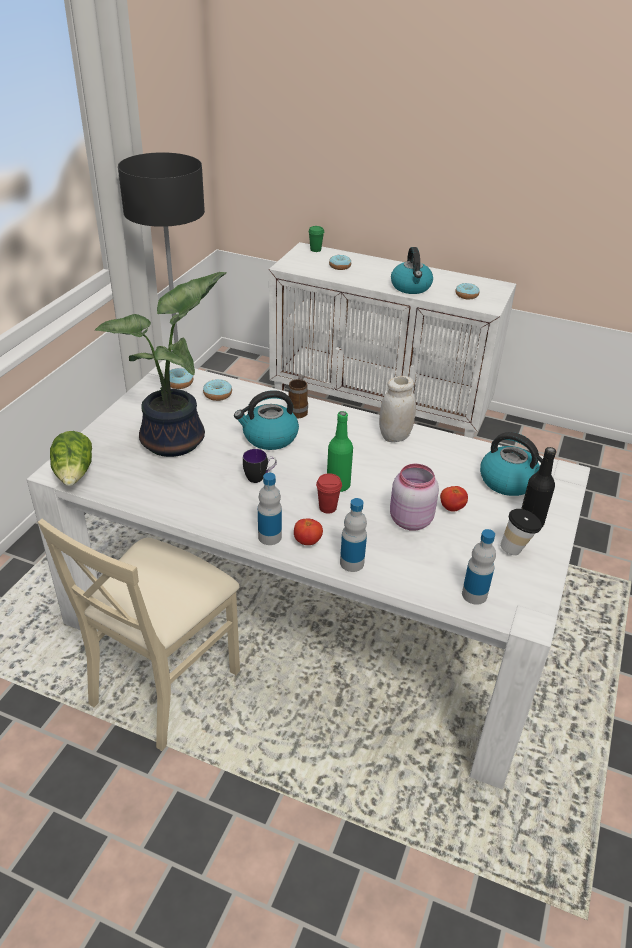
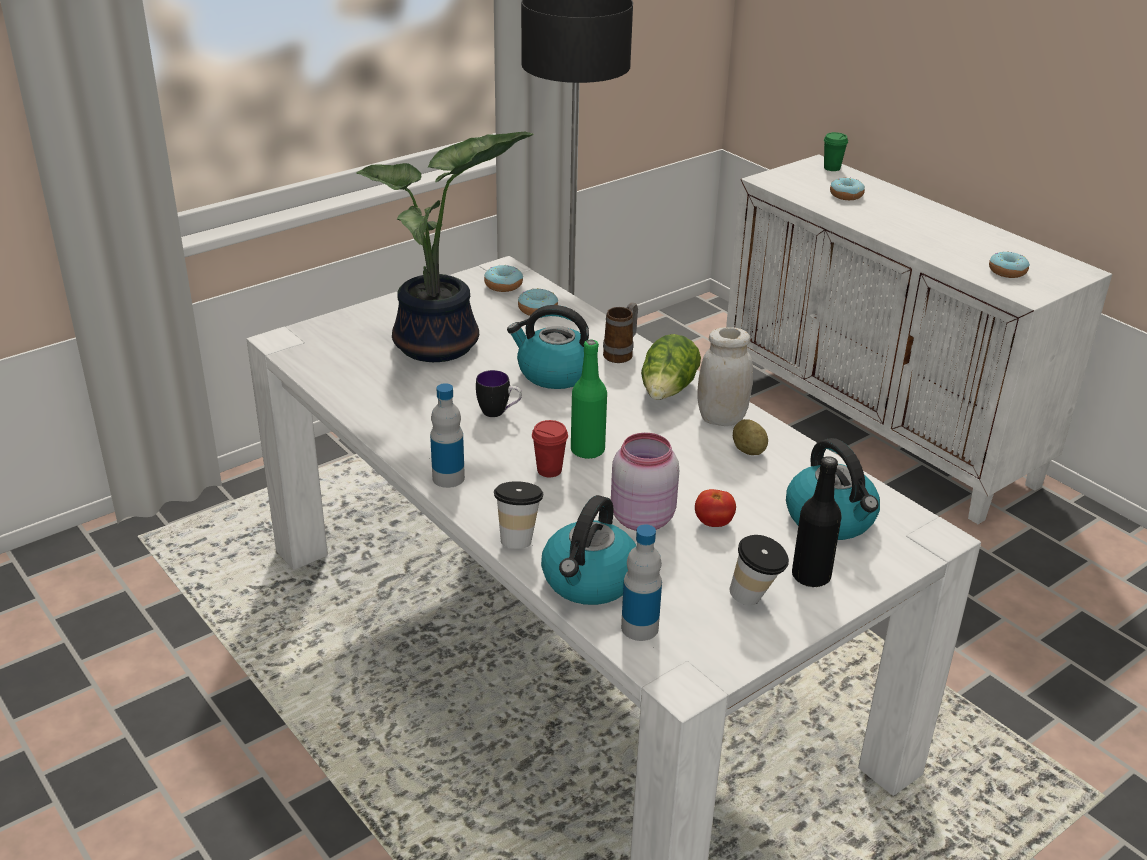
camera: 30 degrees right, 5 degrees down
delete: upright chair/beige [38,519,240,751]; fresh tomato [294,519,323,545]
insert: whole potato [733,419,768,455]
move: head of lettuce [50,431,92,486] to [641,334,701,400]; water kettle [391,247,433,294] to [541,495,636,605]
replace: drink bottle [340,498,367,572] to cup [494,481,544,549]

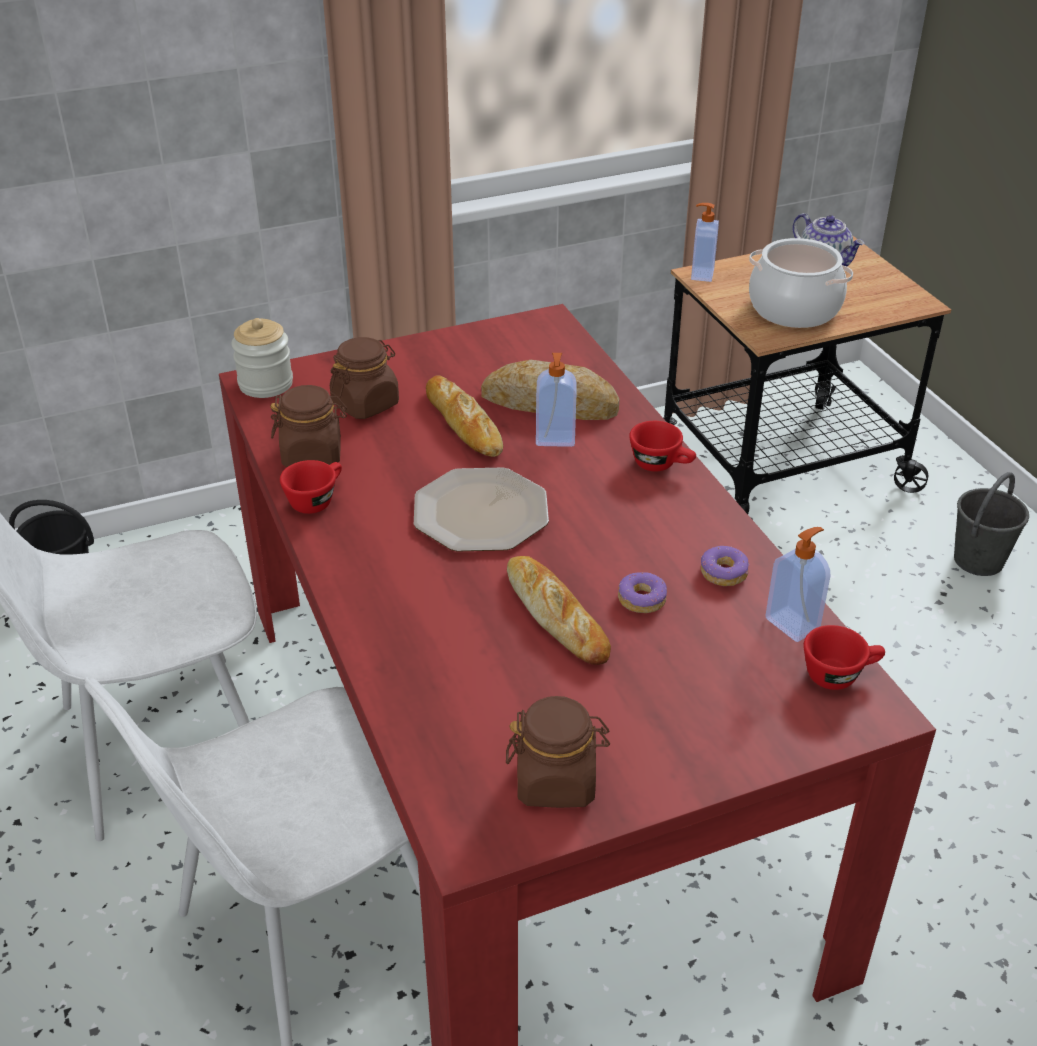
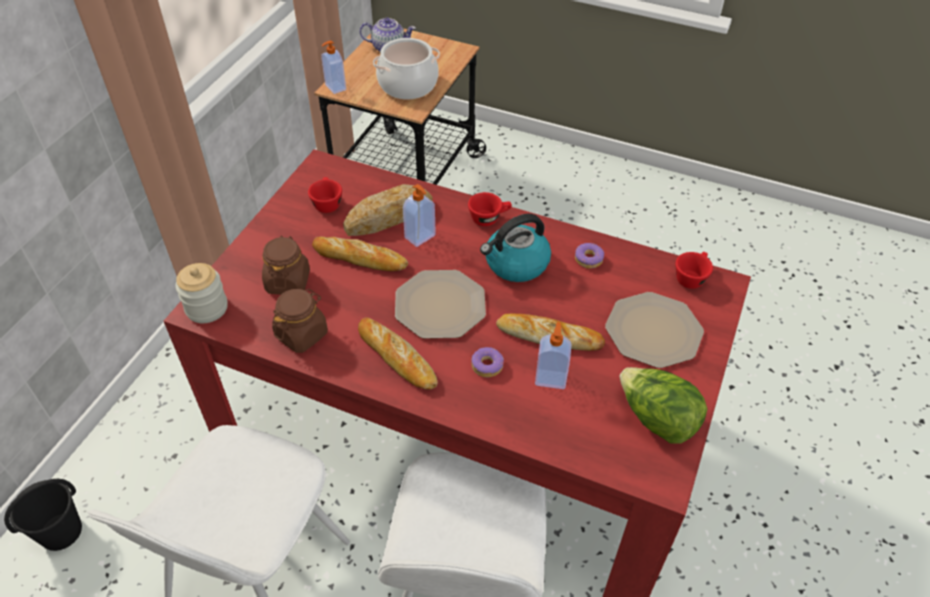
camera: 45 degrees left, 10 degrees up
delete: bucket/greyish [954,472,1029,576]
insert: baked bread [358,317,438,390]; water kettle [480,214,551,282]; flat dish [605,292,704,368]
move: cup/red-coloured [280,460,342,514] to [308,177,342,213]; doughnut [618,572,667,613] to [471,347,504,377]; liquid soap bottle [765,527,830,642] to [535,322,572,389]
replace: jar/brownish [506,696,610,808] to head of lettuce [620,367,707,444]

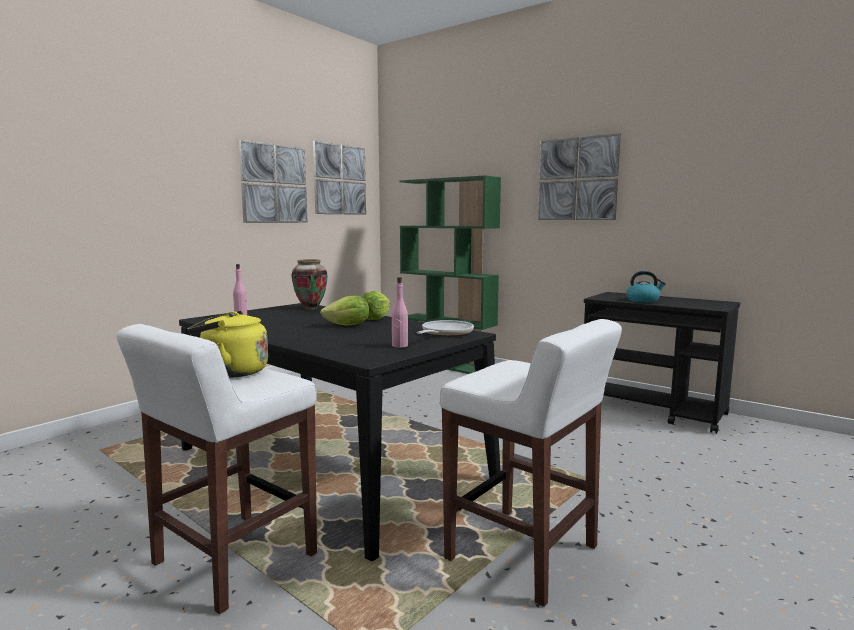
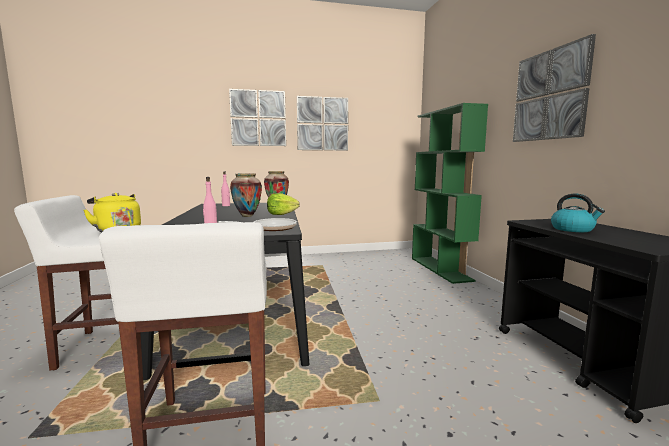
camera: 40 degrees right, 0 degrees up
move: wall art [313,141,366,215] to [229,89,286,146]
replace: head of lettuce [320,295,369,326] to decorative vase [230,173,262,217]

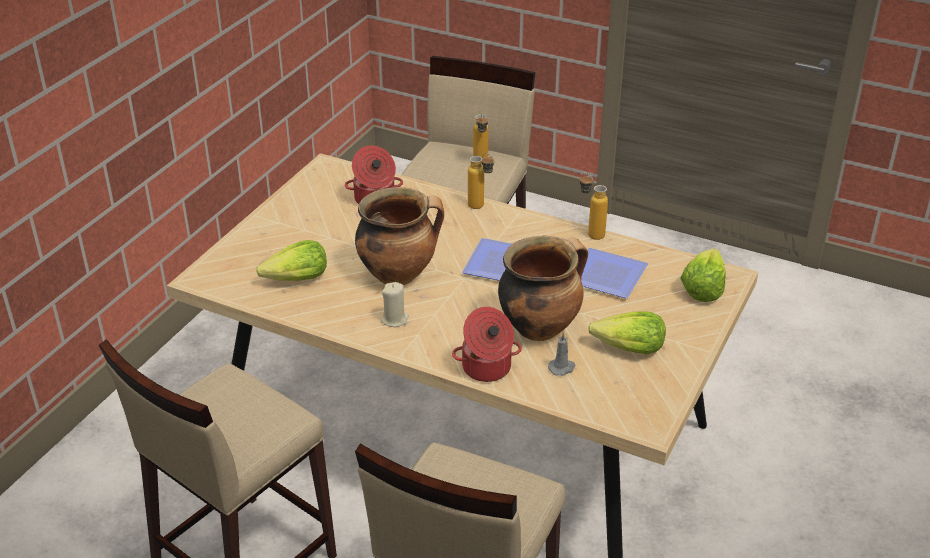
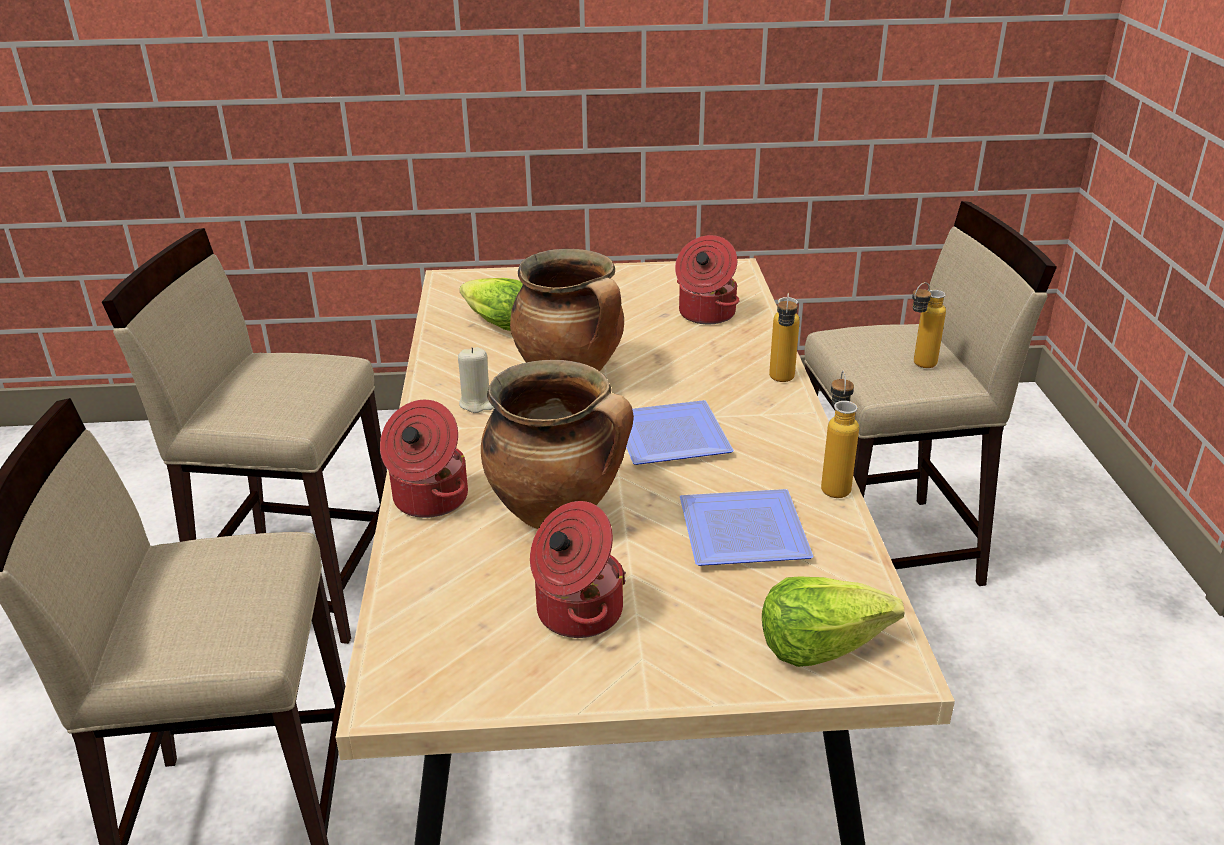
camera: 60 degrees right, 5 degrees down
delete: wax light/greyish [548,332,575,376]
replace: head of lettuce [588,311,666,354] to stockpot [530,501,626,638]

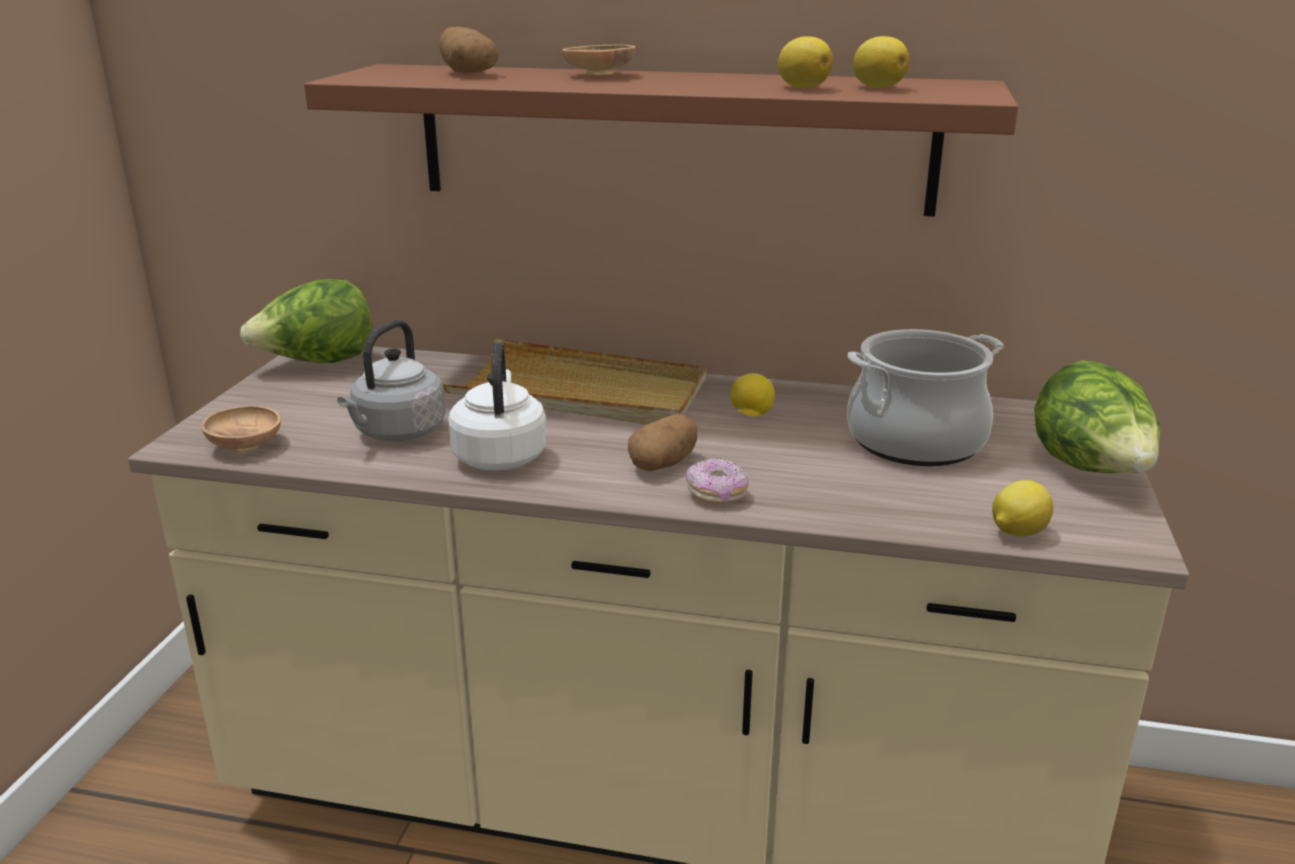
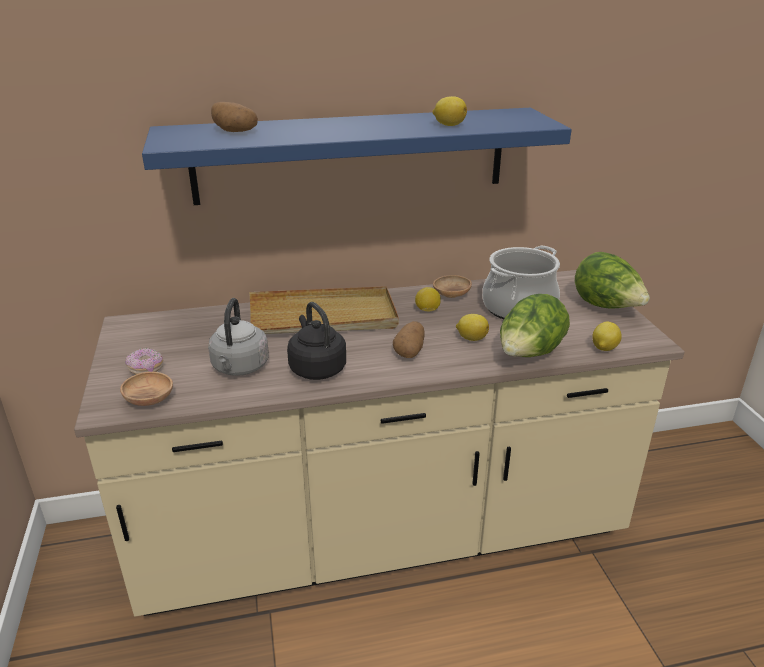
camera: 25 degrees left, 5 degrees up
move: head of lettuce [240,279,372,363] to [500,294,570,357]; bowl/brownish [562,44,636,76] to [433,275,472,298]; doughnut [686,458,749,505] to [125,348,163,374]; lemon [853,36,909,88] to [456,314,489,341]
recolor: shelf/brownish [304,64,1018,217] to shelf/blue-coloured [142,108,572,205]; water kettle/white [448,342,547,471] to water kettle/black-coloured [287,302,346,380]

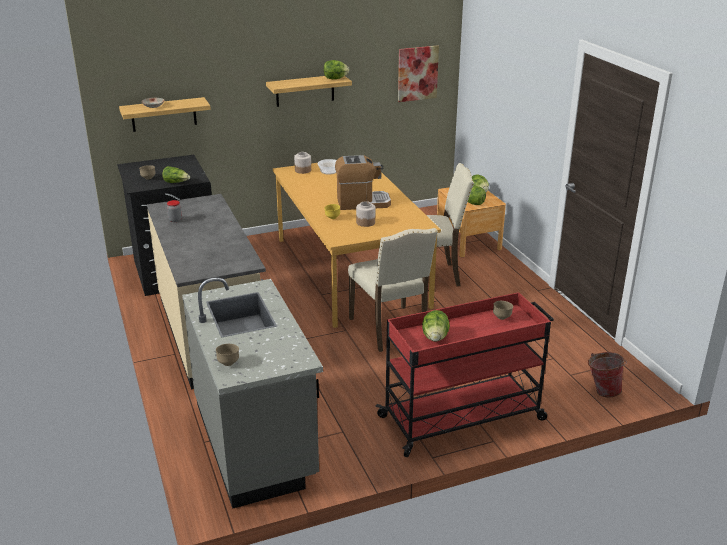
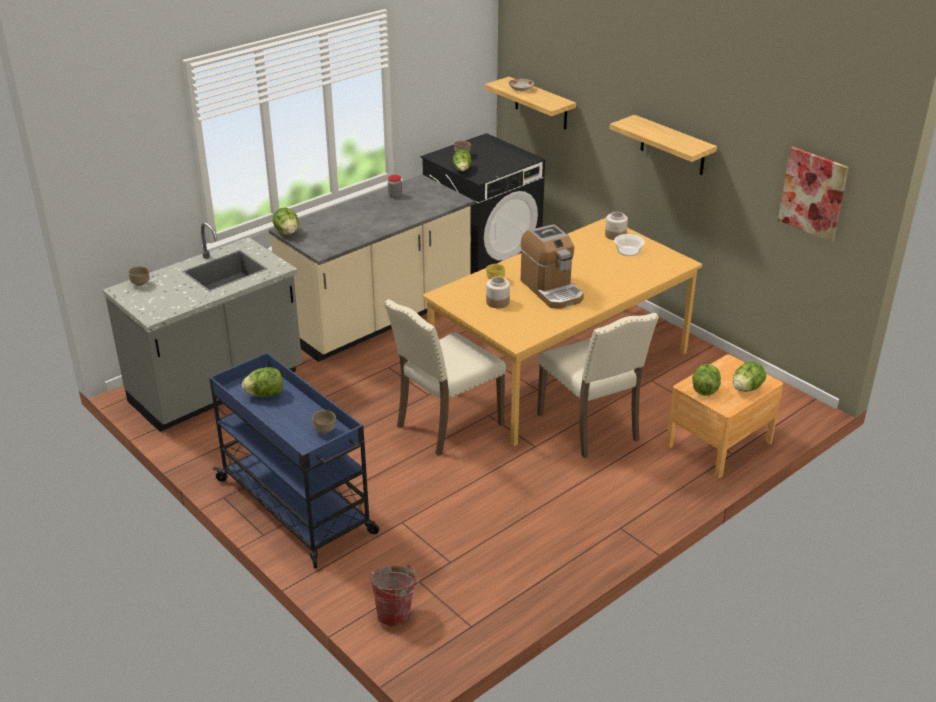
camera: 70 degrees right, 5 degrees up
move: head of lettuce [324,60,349,79] to [273,208,299,235]
recolor: cart/red-coloured [376,292,554,457] to cart/blue-coloured [209,352,379,568]

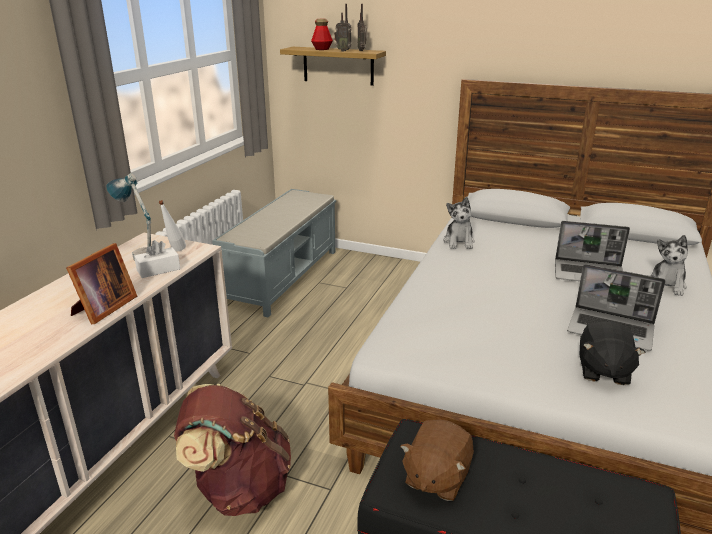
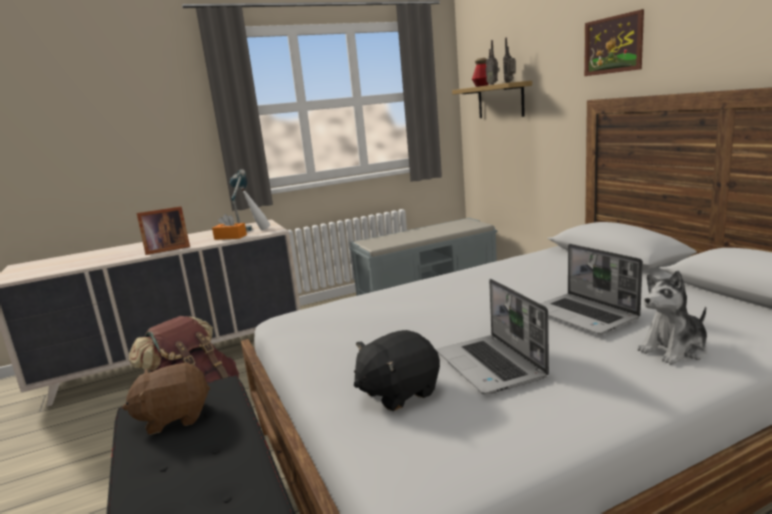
camera: 45 degrees right, 10 degrees down
delete: plush toy [443,197,475,249]
insert: wall art [584,9,644,76]
recolor: tissue holder/white [134,240,180,278] to tissue holder/orange [212,214,247,240]

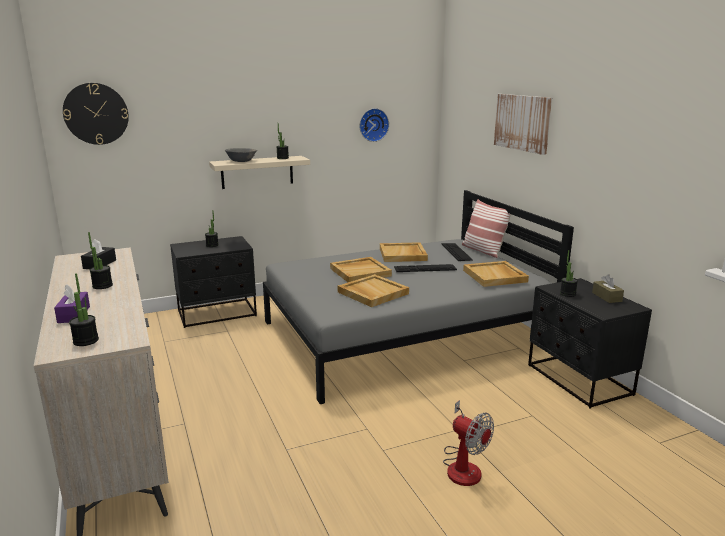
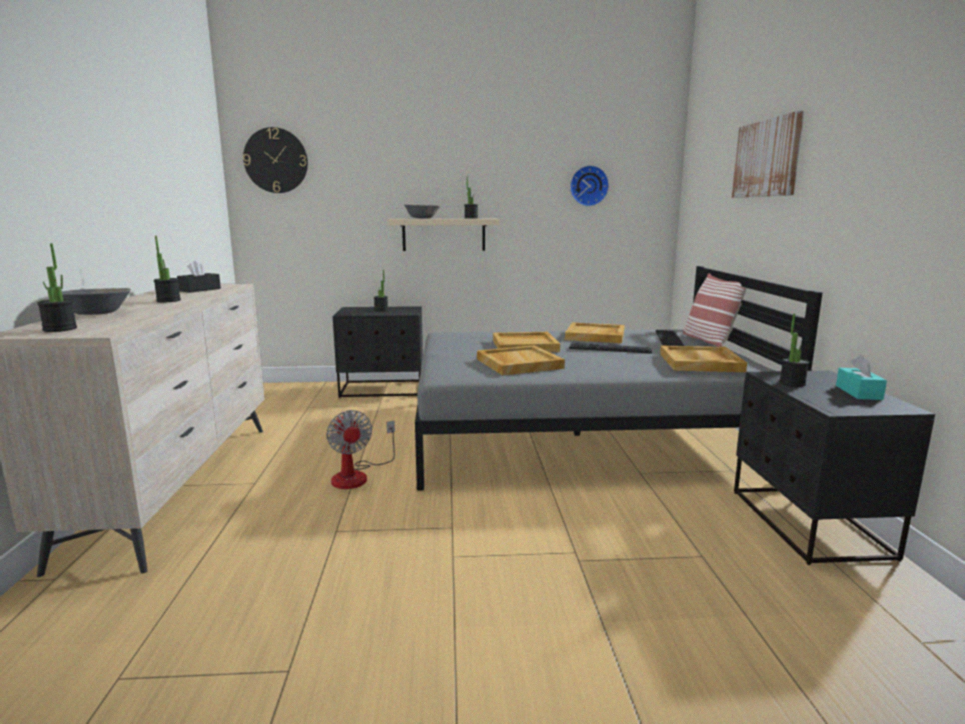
camera: 20 degrees right, 5 degrees down
move: cooling fan [443,400,494,486] to [326,410,395,489]
replace: tissue holder/purplish [54,284,90,323] to bowl/greyish [62,288,131,315]
recolor: tissue holder/brownish [592,274,624,303] to tissue holder/turquoise-coloured [836,355,887,400]

